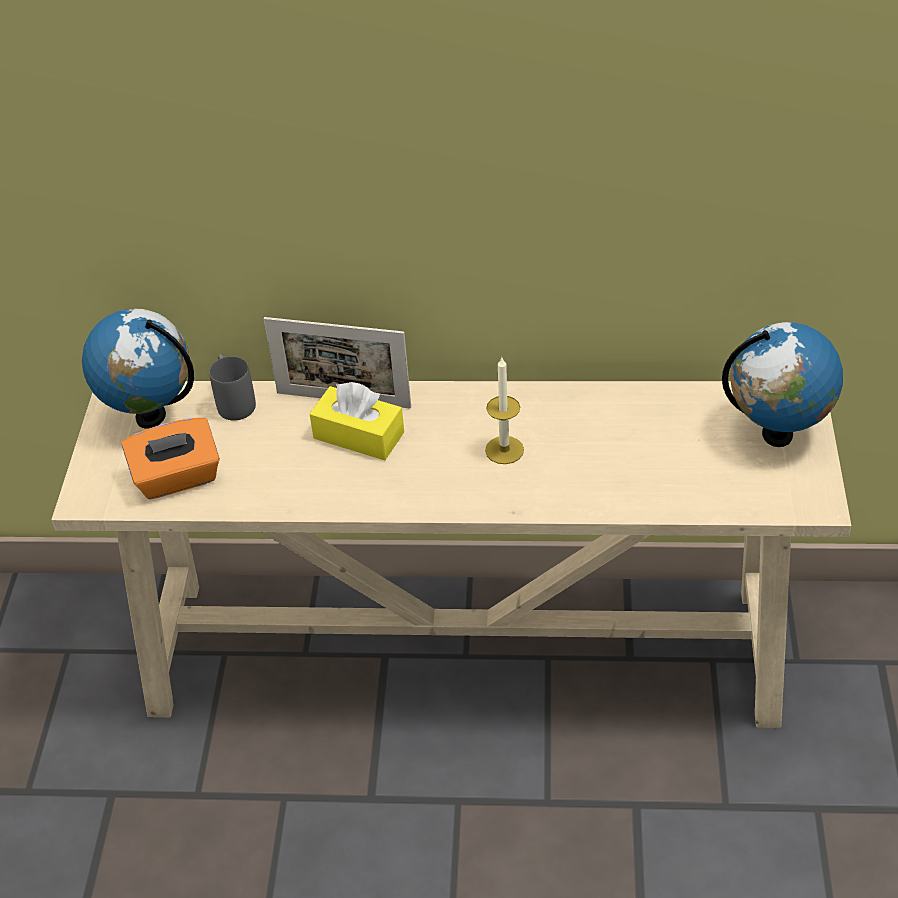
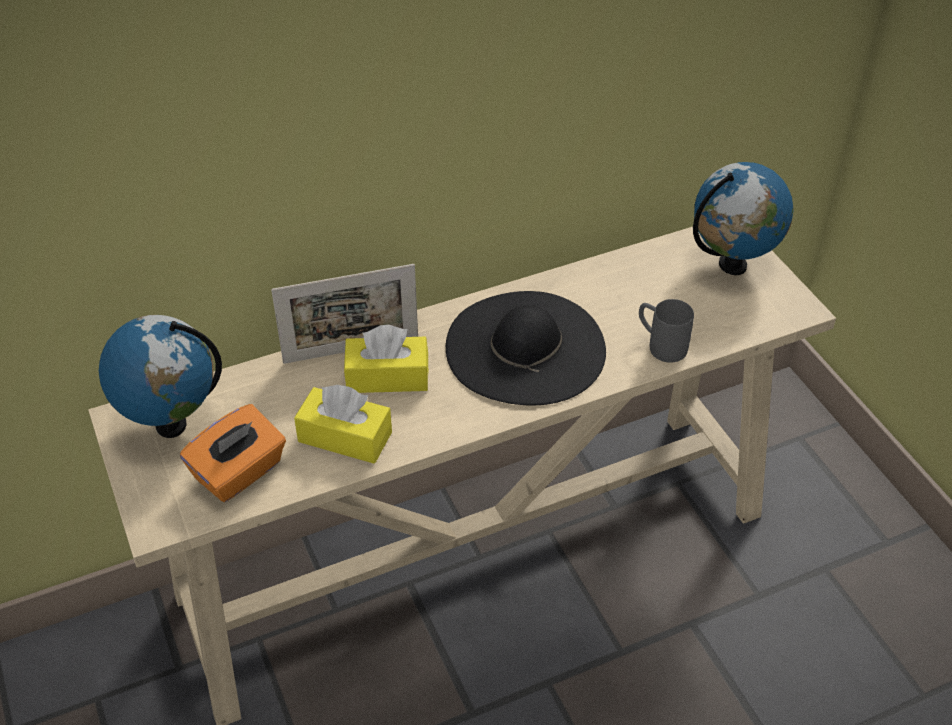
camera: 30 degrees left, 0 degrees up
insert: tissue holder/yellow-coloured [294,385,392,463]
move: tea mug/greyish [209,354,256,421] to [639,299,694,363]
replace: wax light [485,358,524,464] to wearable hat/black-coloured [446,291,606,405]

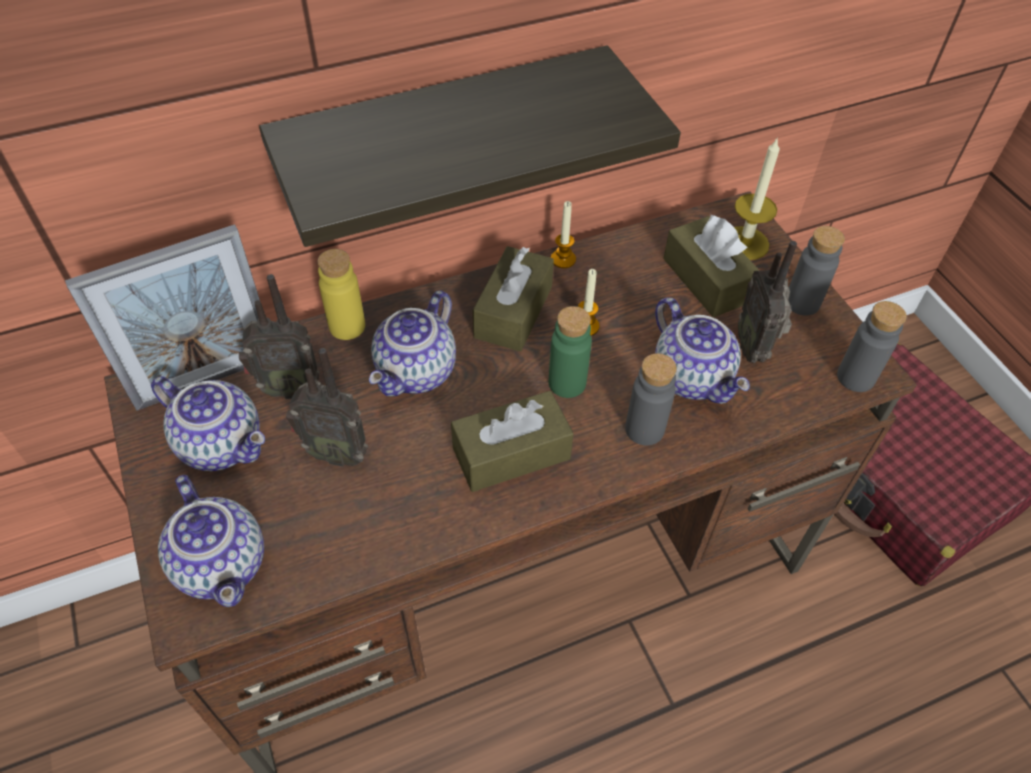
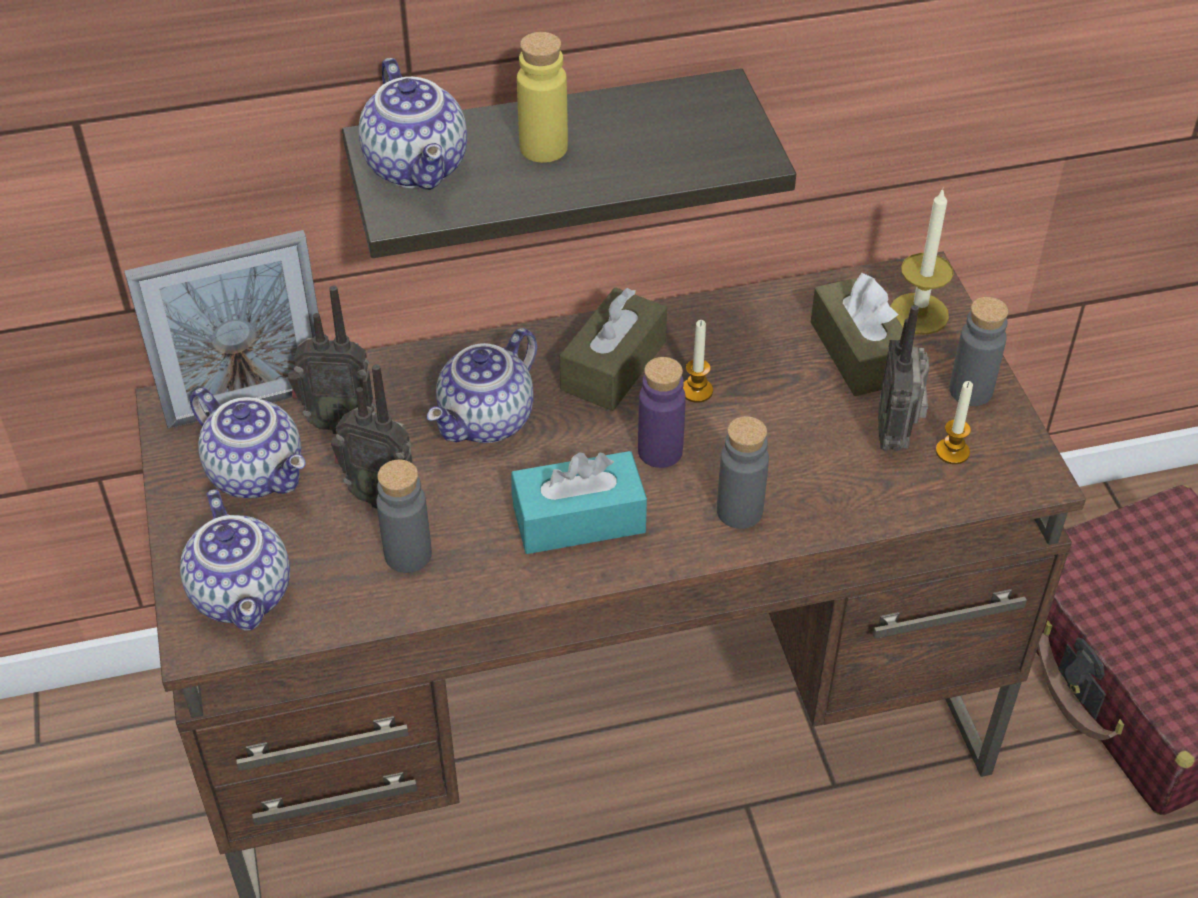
camera: 10 degrees right, 5 degrees down
move: drink bottle/yellow-coloured [318,249,365,340] to [517,32,568,163]; wax light [551,201,576,268] to [936,381,973,464]; pot for tea [655,297,750,404] to [359,58,467,190]; drink bottle/greyish [837,301,907,392] to [376,460,432,573]
recolor: tissue holder/brownish [451,391,574,492] to tissue holder/turquoise-coloured [511,451,647,554]; drink bottle/green [549,306,592,398] to drink bottle/purplish [638,357,686,468]

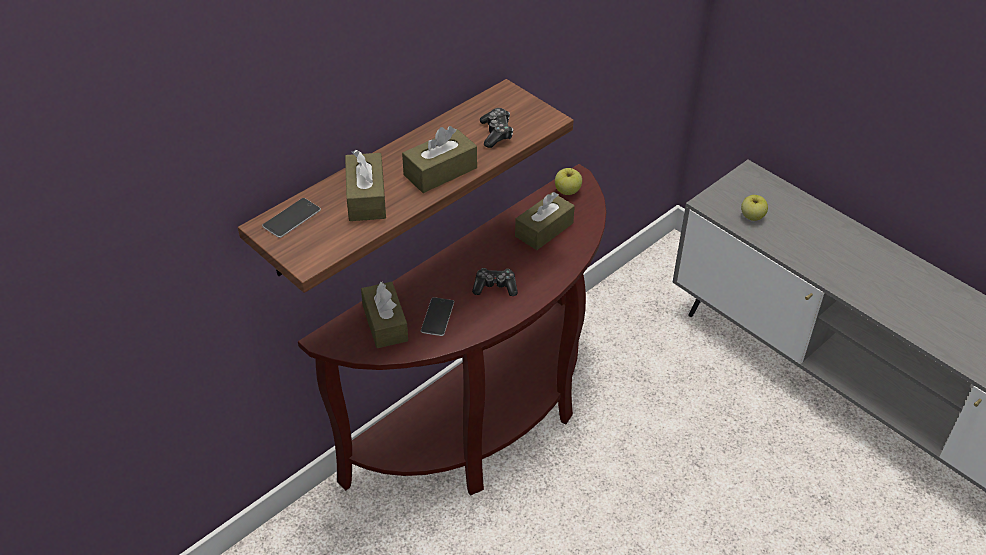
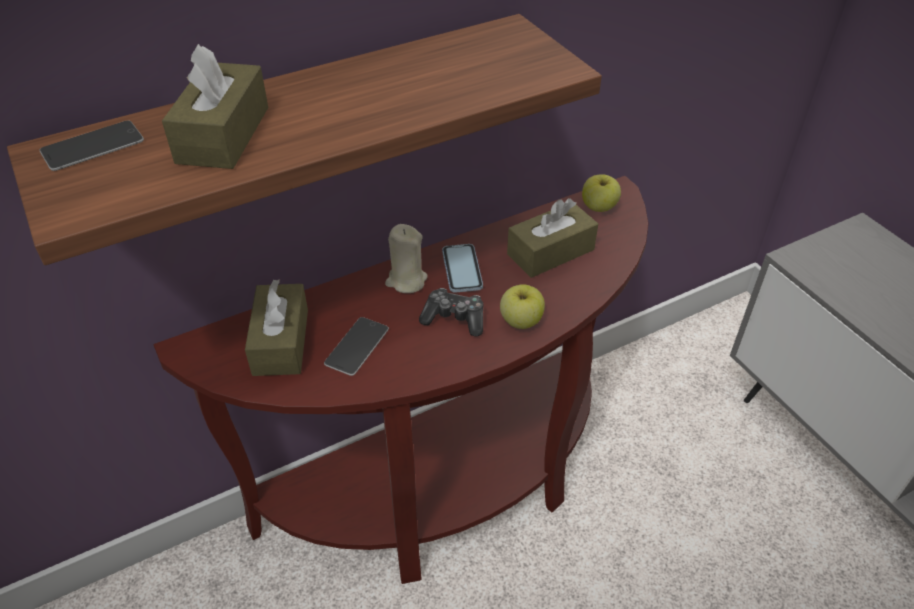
camera: 15 degrees right, 0 degrees up
delete: tissue holder/brownish [402,126,477,193]; game controller [480,108,513,148]
insert: wax light/beige [385,224,427,293]; handset [442,244,483,293]
move: apple [741,195,768,221] to [500,284,545,329]

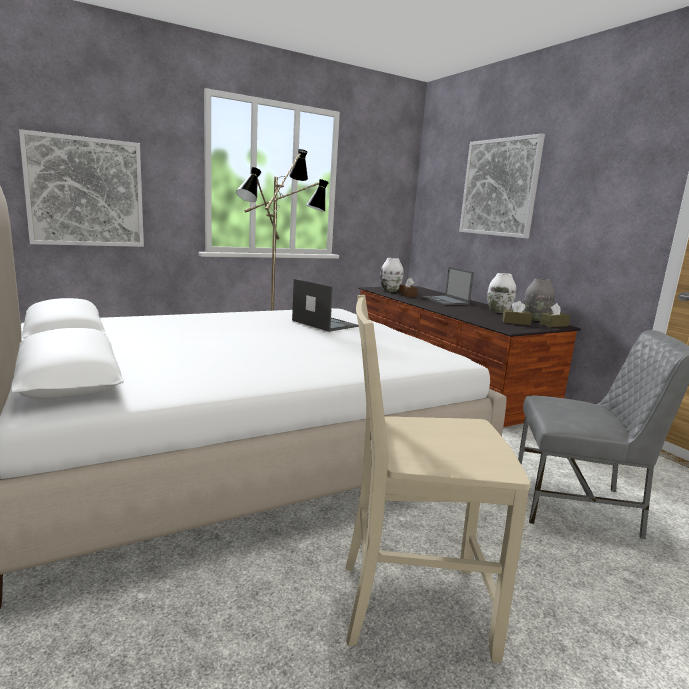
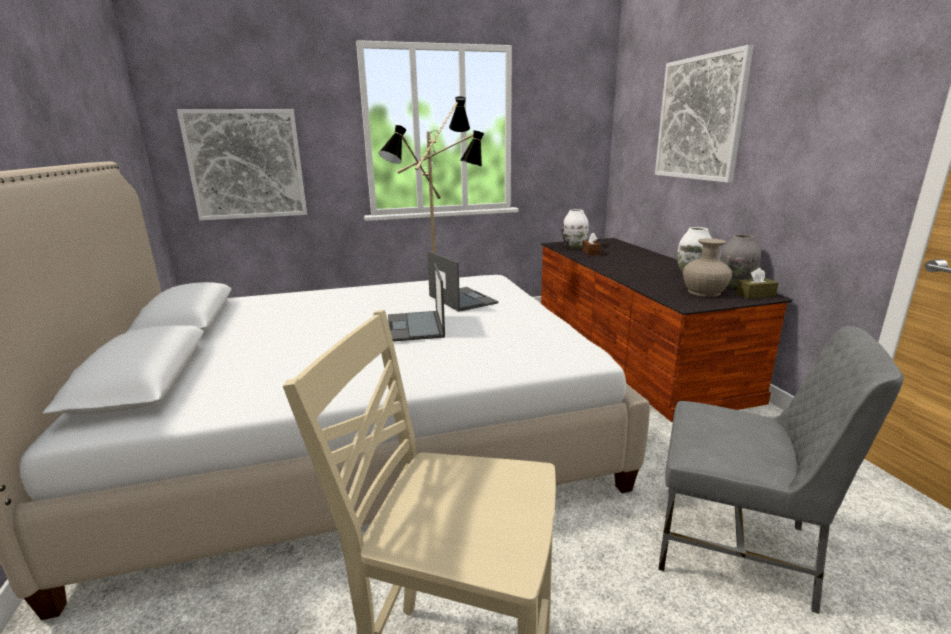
camera: 15 degrees right, 5 degrees up
move: portable computer [421,267,474,305] to [388,263,445,342]
replace: tissue holder/brownish [503,301,533,325] to decorative vase/beige [683,238,732,297]

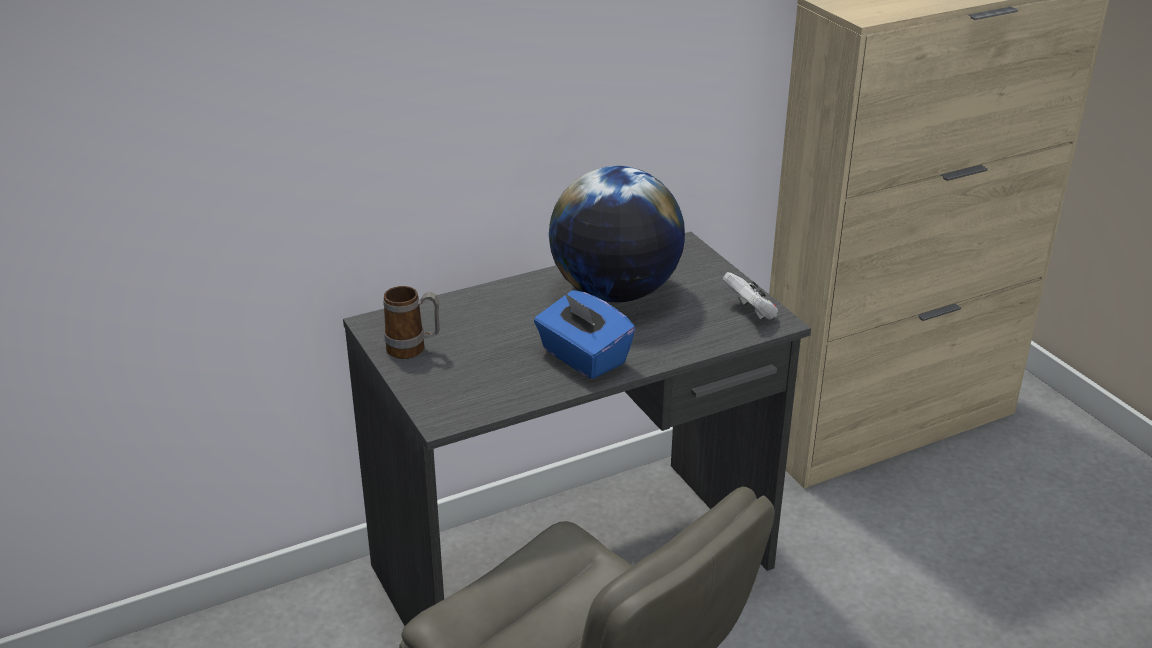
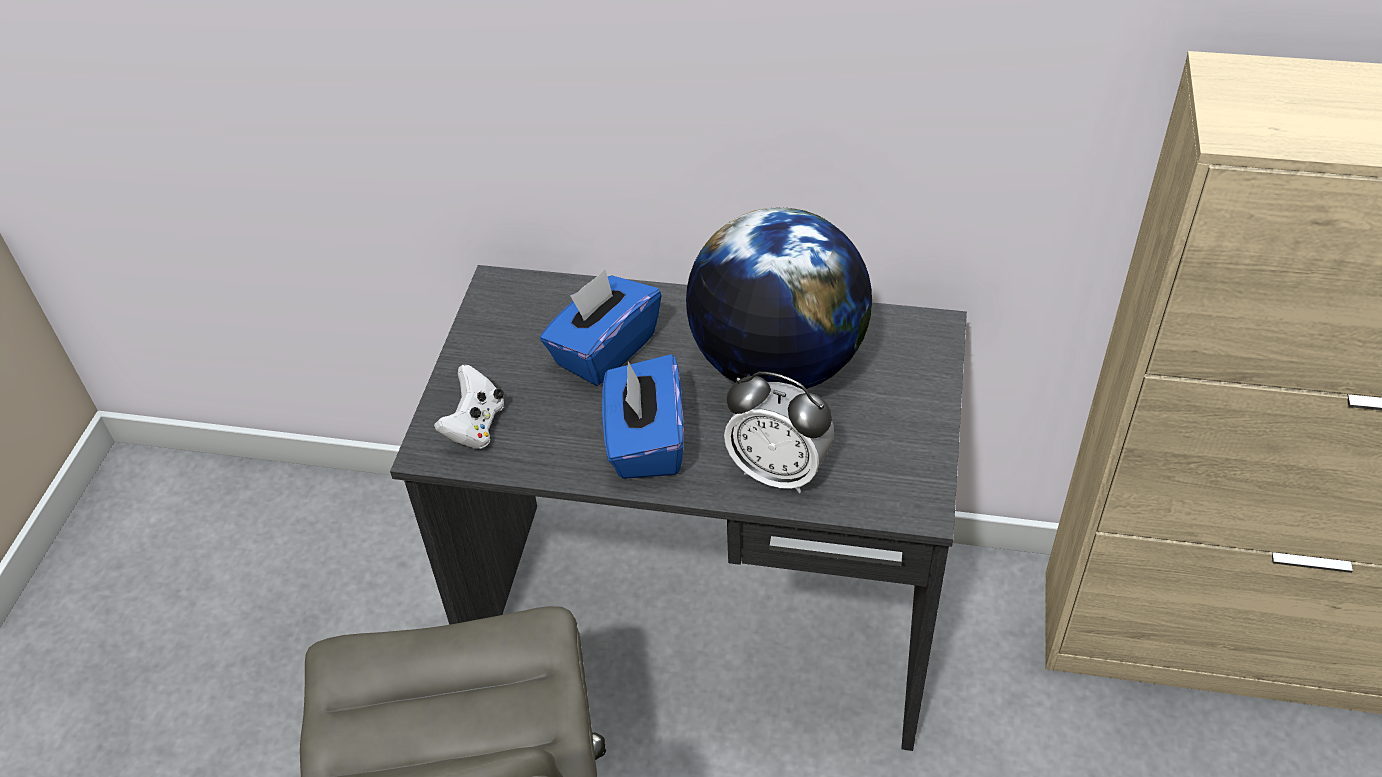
camera: 40 degrees right, 15 degrees up
delete: tea mug [383,286,440,359]
insert: tissue holder/blue-coloured [540,270,662,386]; alarm clock [724,372,834,493]
move: game controller/white [723,272,778,320] to [434,365,504,449]

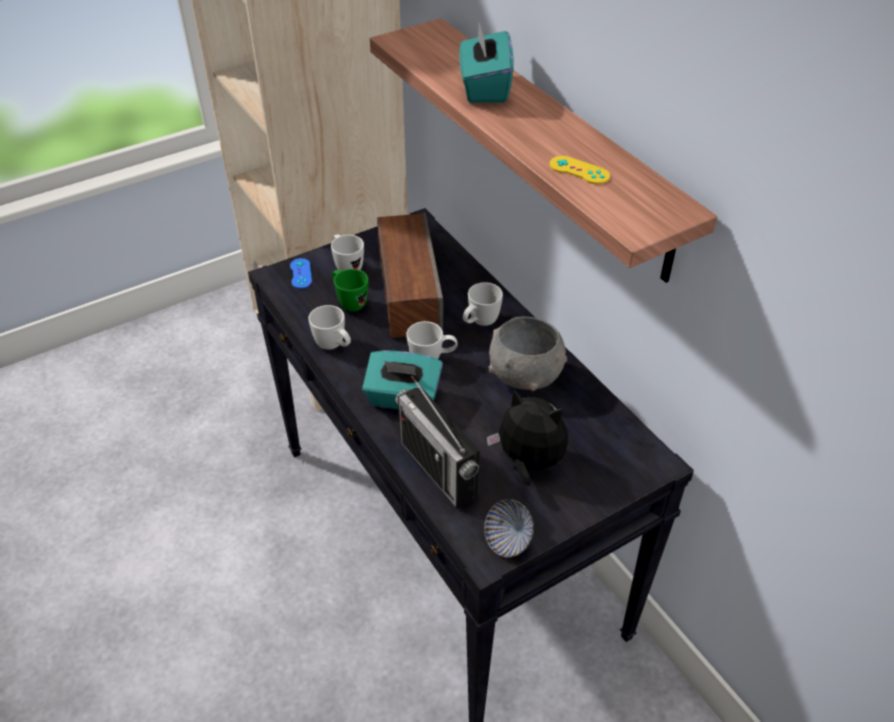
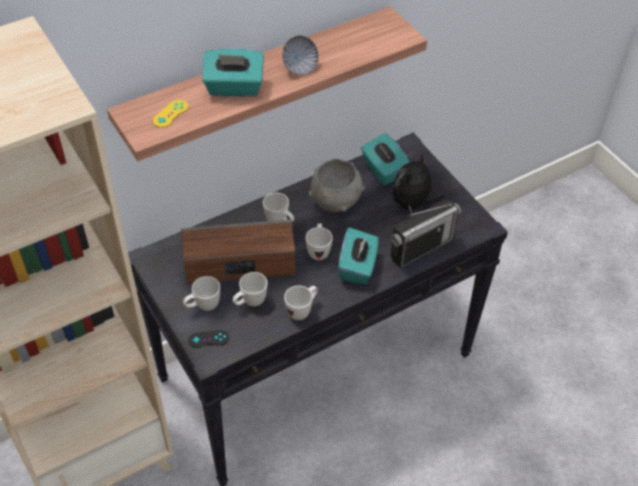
camera: 90 degrees left, 5 degrees up
insert: tissue holder/turquoise-coloured [361,133,410,185]
move: bowl [484,499,534,557] to [282,36,319,75]; game controller/yellow-coloured [549,156,610,184] to [153,100,188,128]
recolor: game controller/blue-coloured [290,258,312,289] to game controller/black-coloured [188,330,229,348]; tea mug/green [332,269,368,312] to tea mug/white [232,272,268,306]

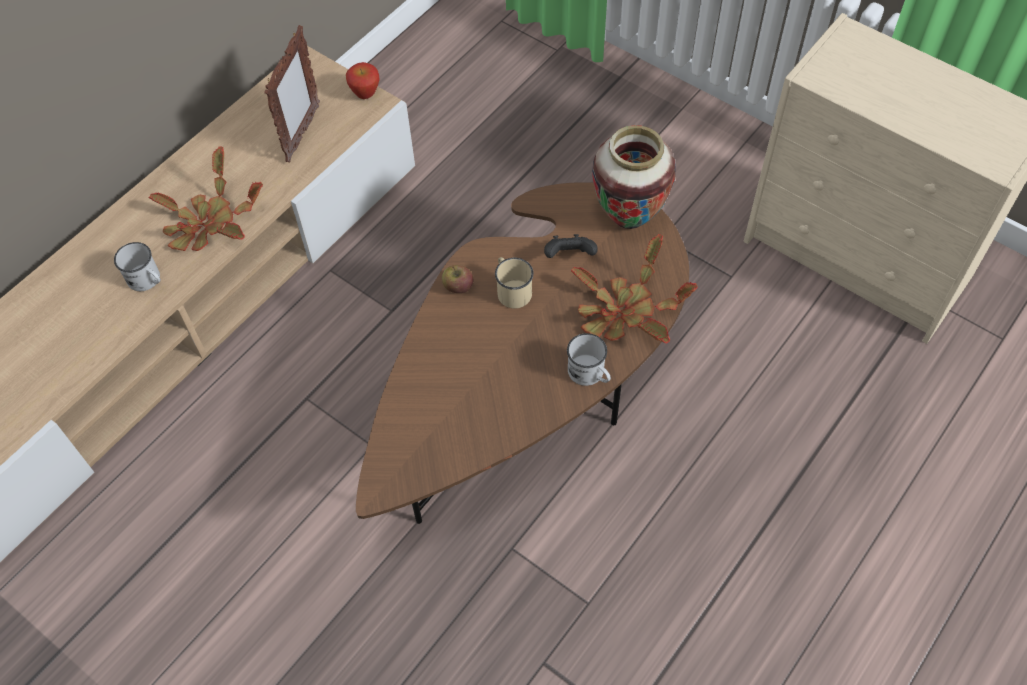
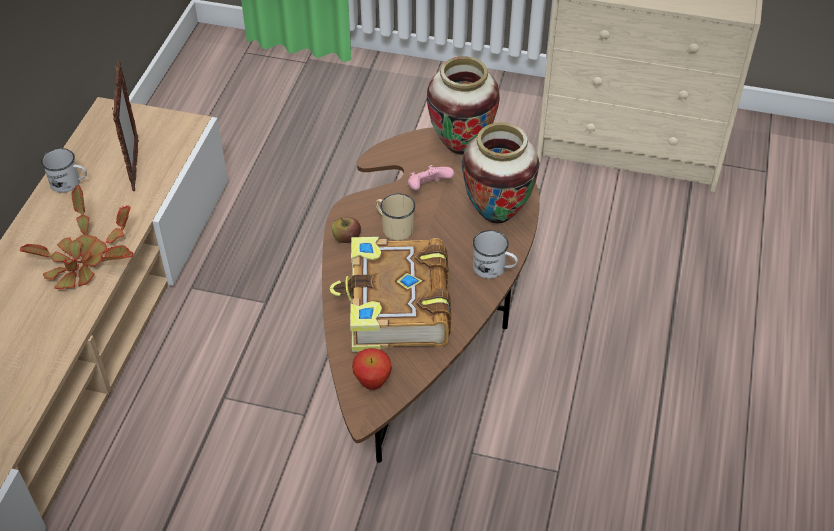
camera: 25 degrees left, 10 degrees down
insert: bound book [330,237,452,352]
move: tea mug/white [114,242,161,291] to [41,148,87,193]; apple [346,62,379,99] to [352,348,392,390]
replace: houseplant [571,234,698,343] to decorative vase [462,122,540,224]
recolor: game controller/black-coloured [544,234,598,258] to game controller/pinkish [408,165,454,190]

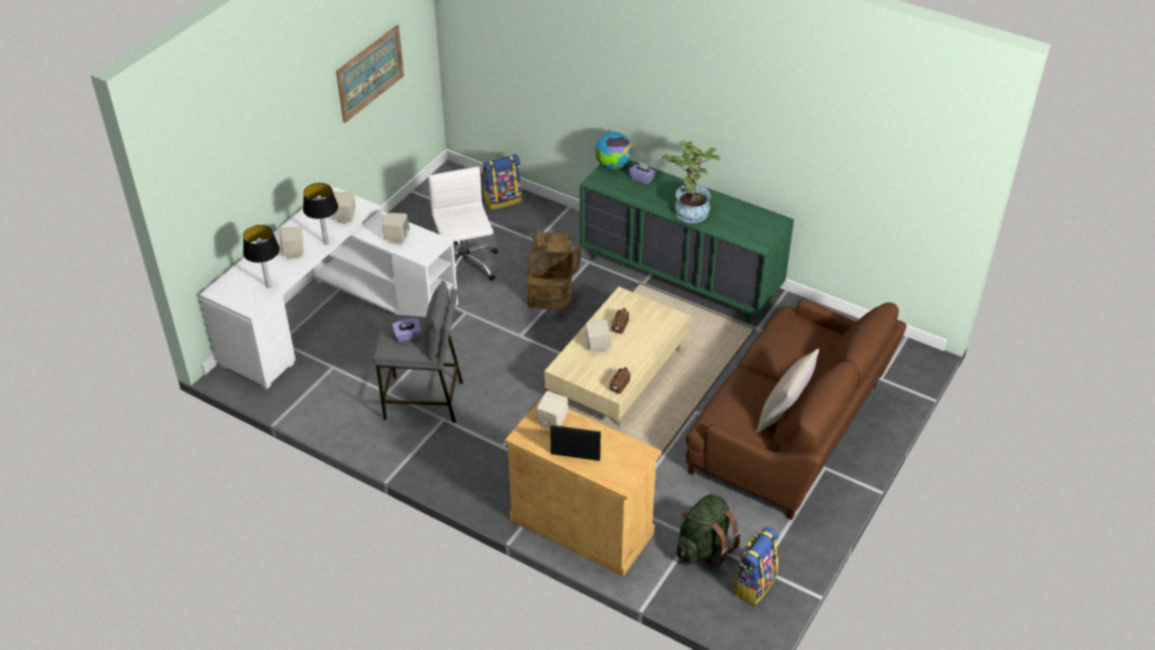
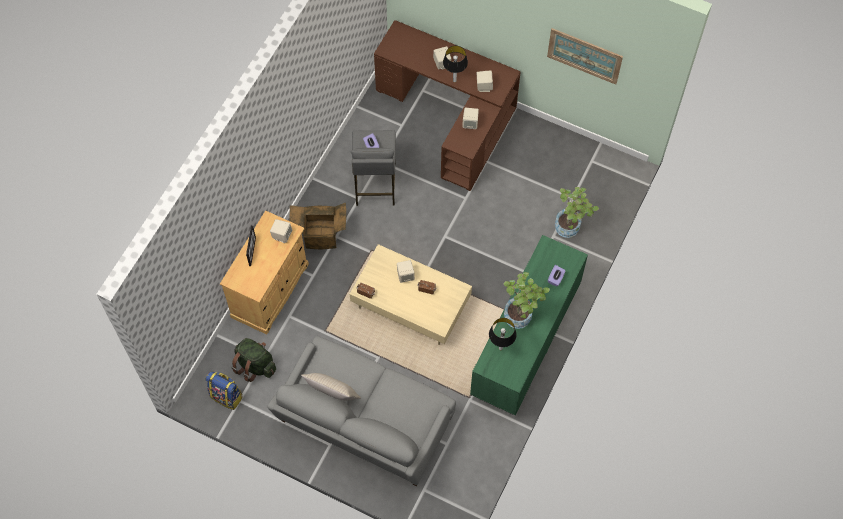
camera: 85 degrees right, 20 degrees up
delete: office chair/white [428,167,498,281]; knapsack [482,154,522,210]; world globe [595,132,632,169]
insert: houseplant [555,187,599,238]
move: lamp for a table [243,225,280,288] to [489,318,517,350]; carton [526,231,581,310] to [289,203,346,250]
recolor: desk/white [199,185,458,389] to desk/brownish [374,20,521,191]; couch/brownish [686,299,907,520] to couch/greyish [267,336,456,486]

